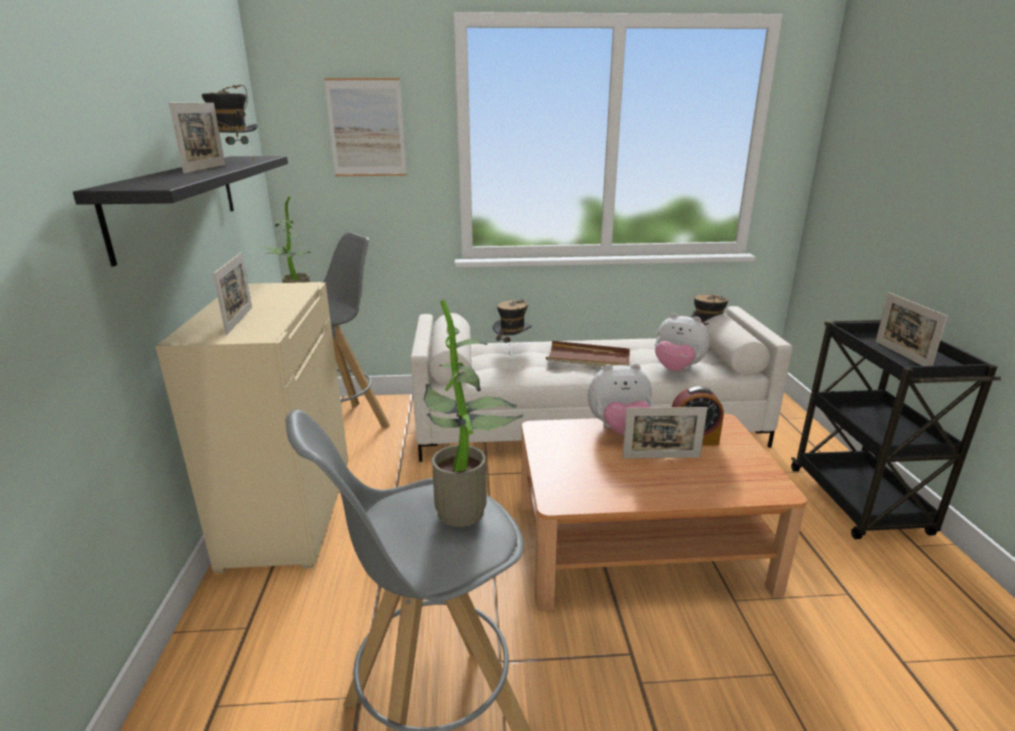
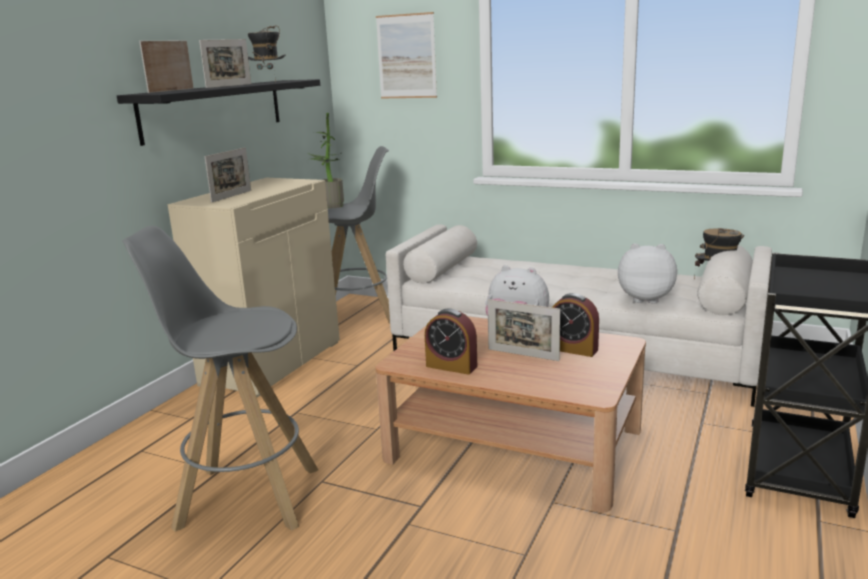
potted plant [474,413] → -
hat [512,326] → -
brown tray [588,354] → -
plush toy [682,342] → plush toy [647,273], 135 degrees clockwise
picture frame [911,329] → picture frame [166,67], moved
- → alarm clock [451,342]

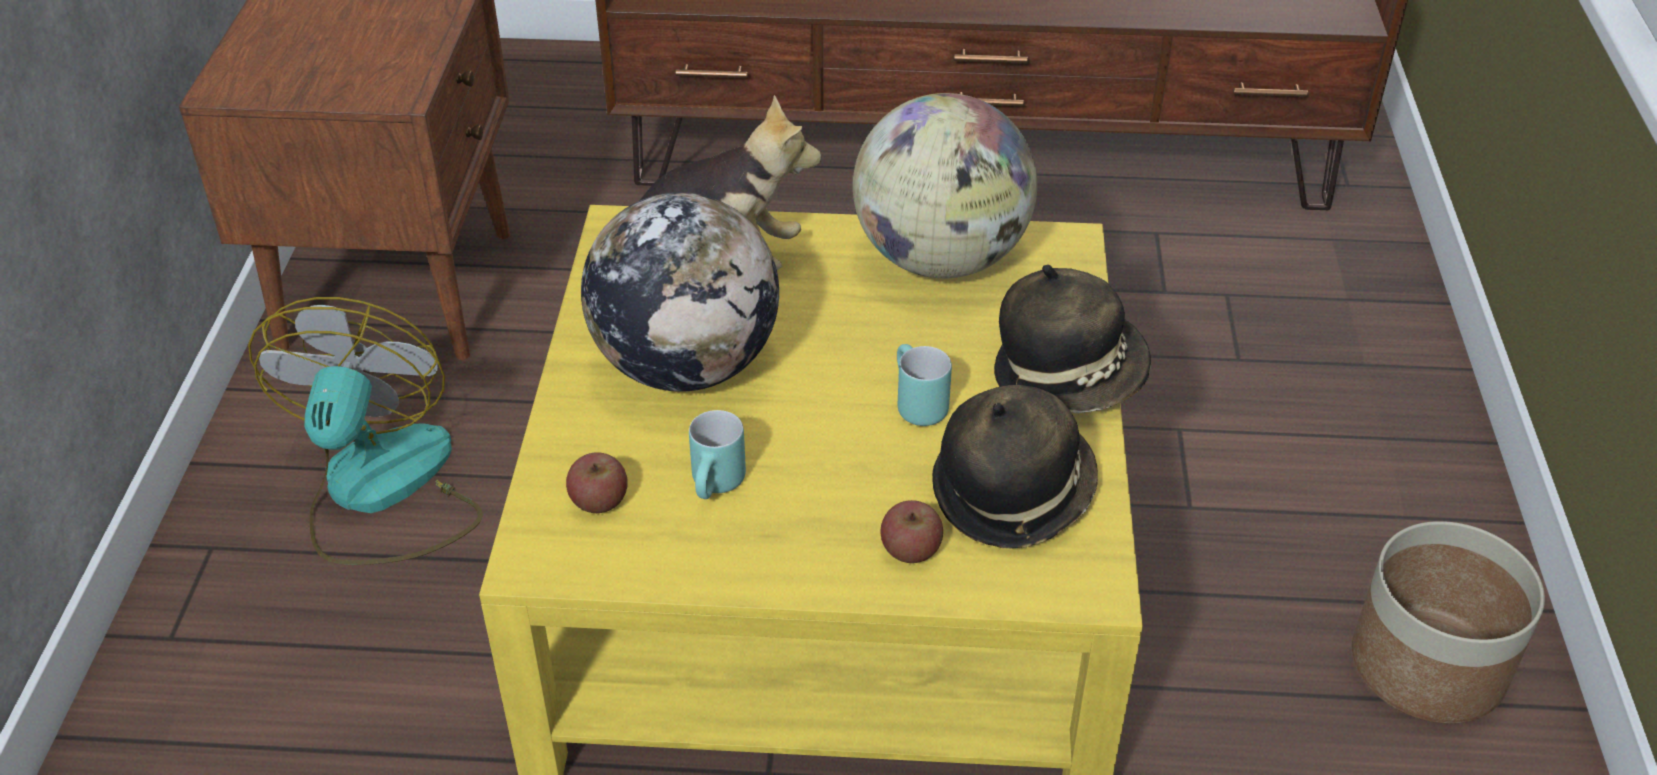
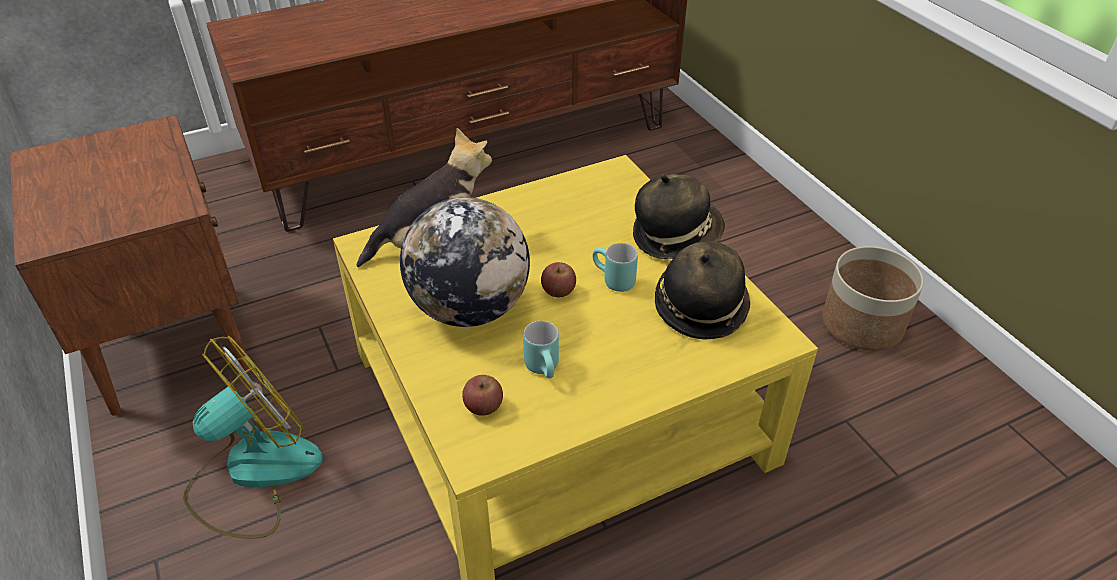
fan [365,431] → fan [253,437], 75 degrees clockwise
globe [945,186] → -
apple [911,531] → apple [558,279], moved

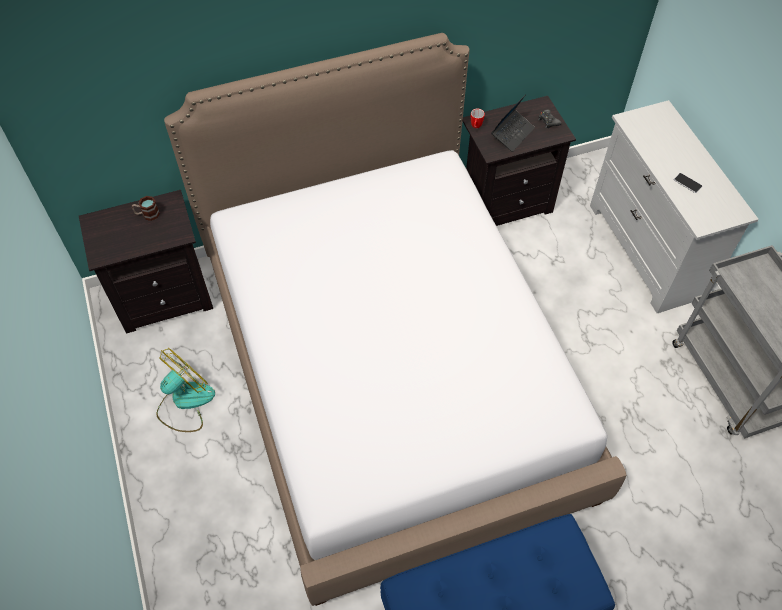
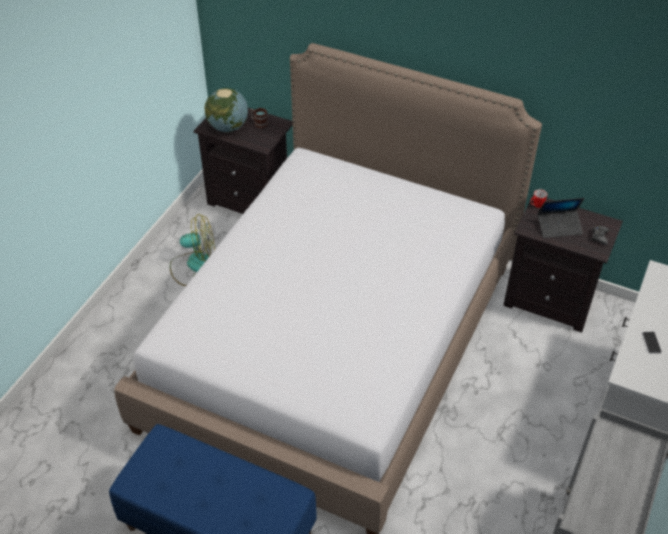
- → globe [226,110]

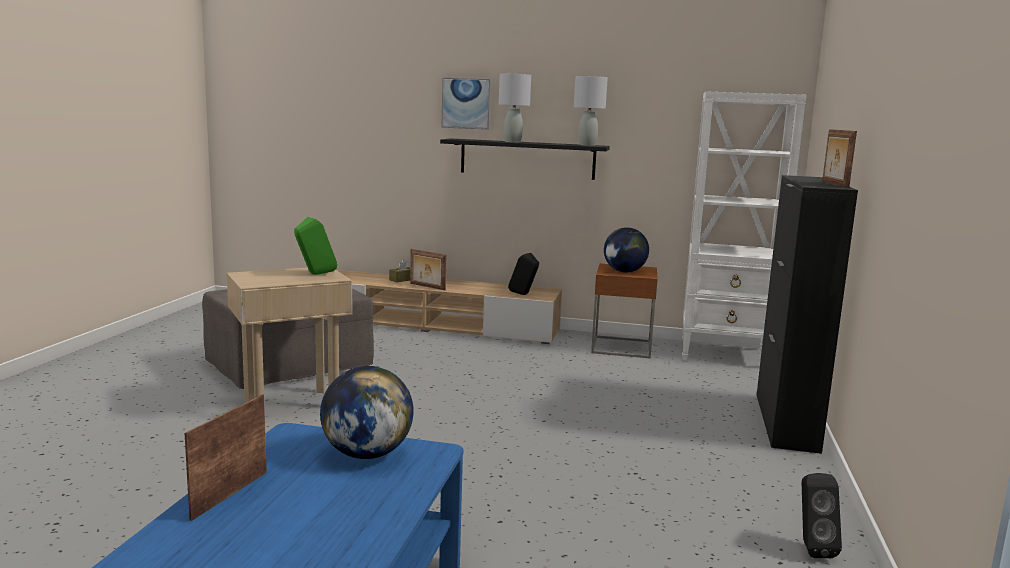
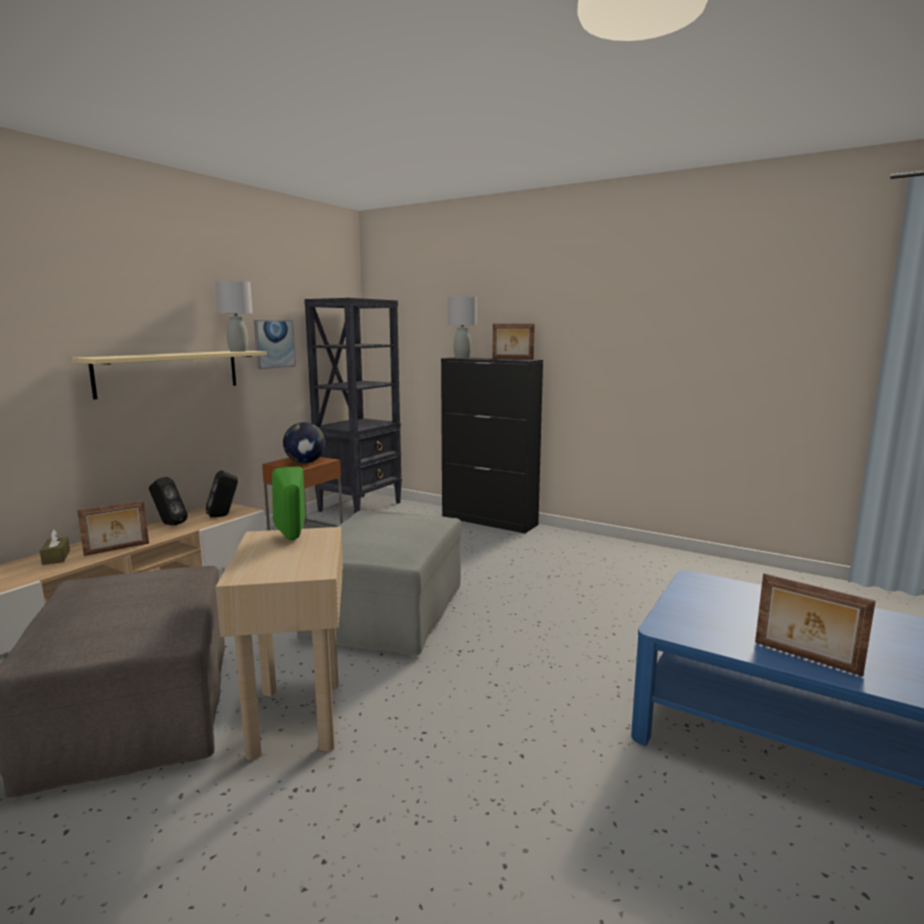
globe [367,412] → -
black shelf [525,159] → beige shelf [169,375]
picture [466,104] → picture [275,344], moved
grey table lamp [515,108] → grey table lamp [462,327], moved
white bookcase [744,226] → black bookcase [353,406]
black speaker [822,515] → black speaker [168,501], moved
- → grey ottoman [379,582]

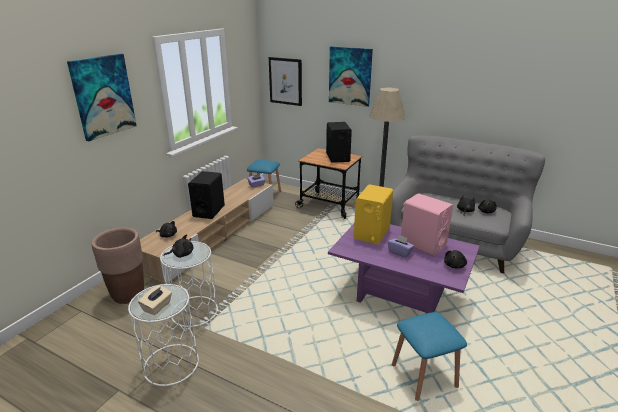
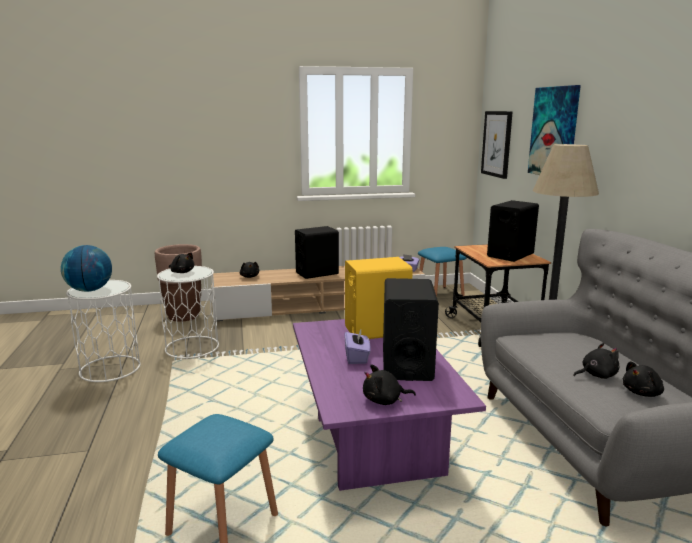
picture [102,97] → -
beige tissue box [155,300] → globe [86,268]
pink speaker [427,224] → black speaker [411,329]

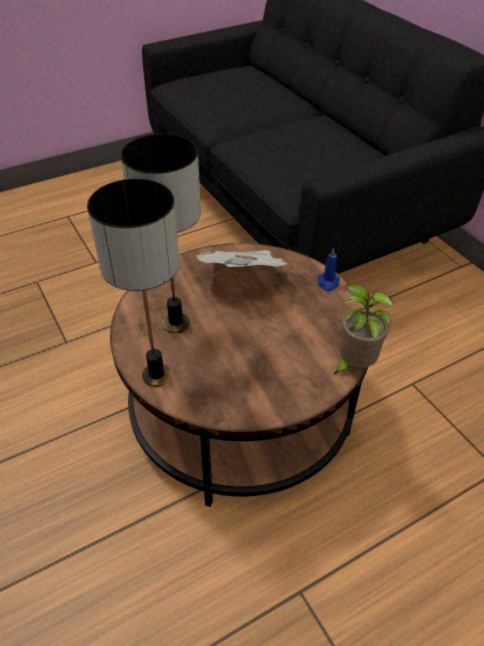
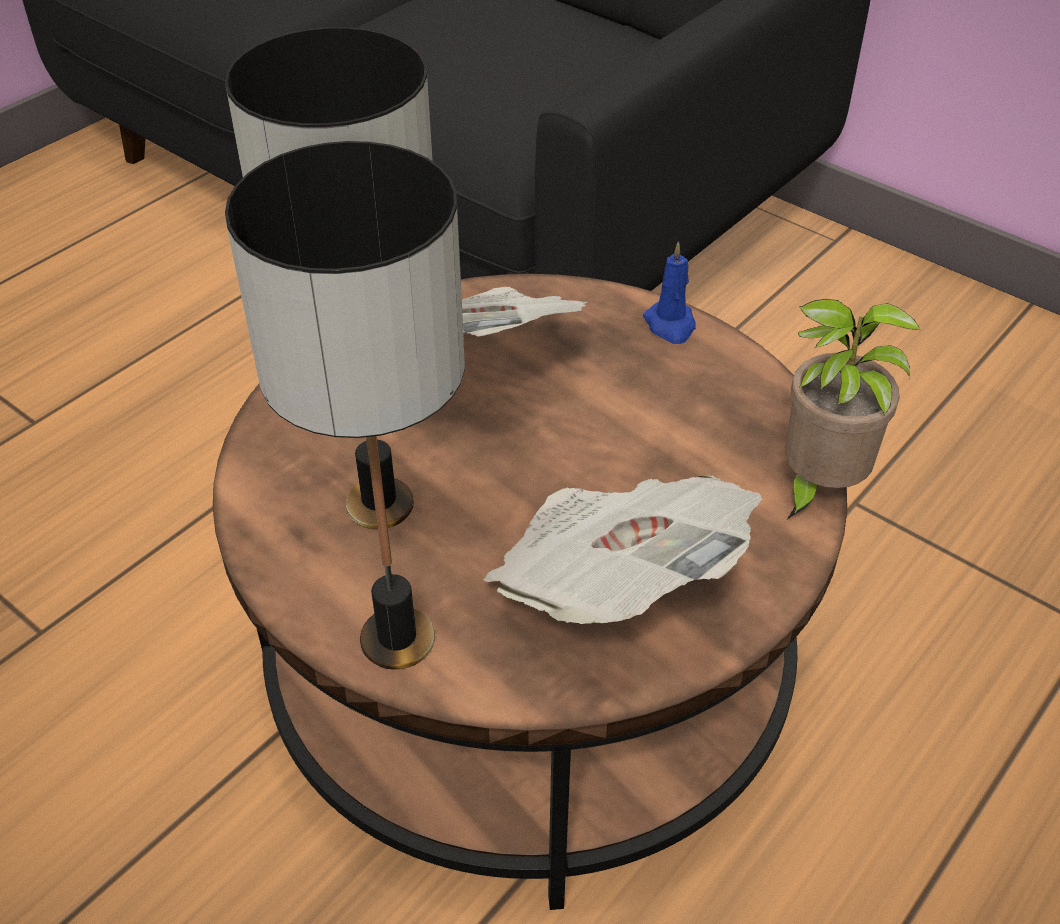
- → newspaper [622,550]

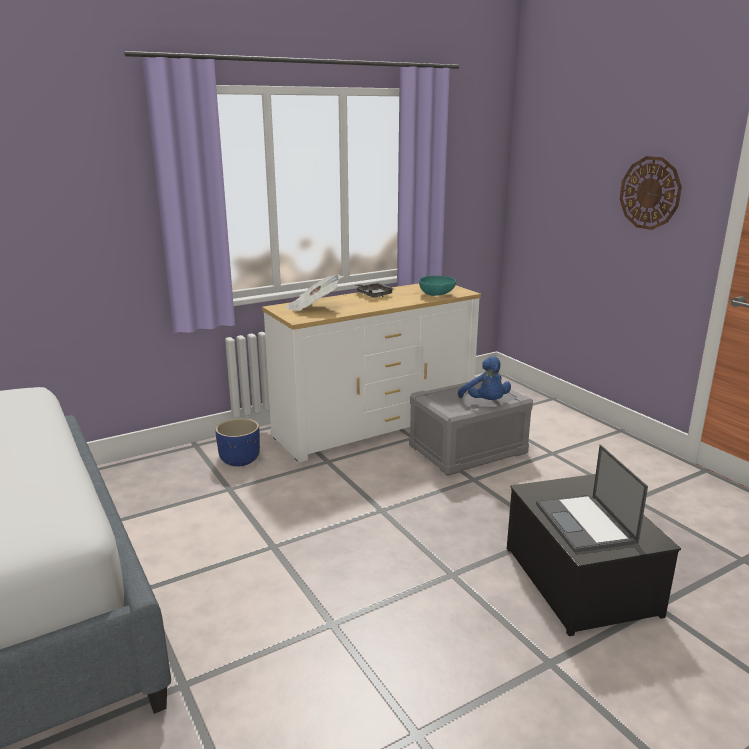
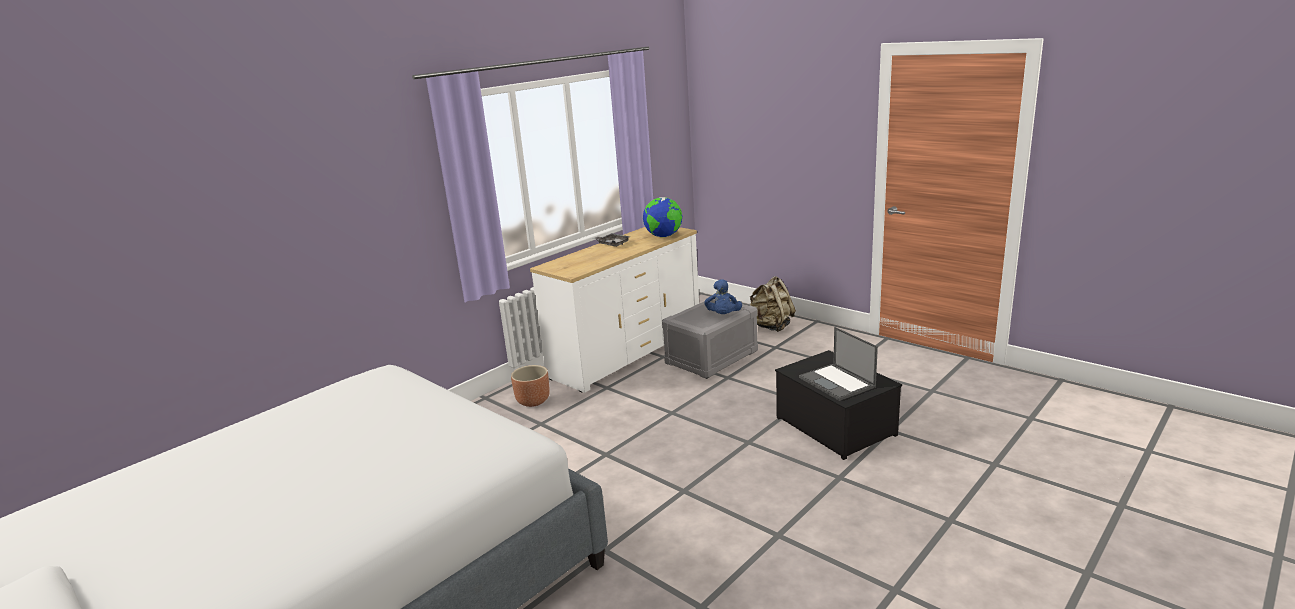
blue planter [237,442] → brown planter [530,386]
newspaper [313,293] → -
turquoise bowl [437,286] → globe [662,217]
blue plush toy [484,378] → blue plush toy [723,296], 45 degrees clockwise
wall clock [651,193] → -
- → beige backpack [773,304]

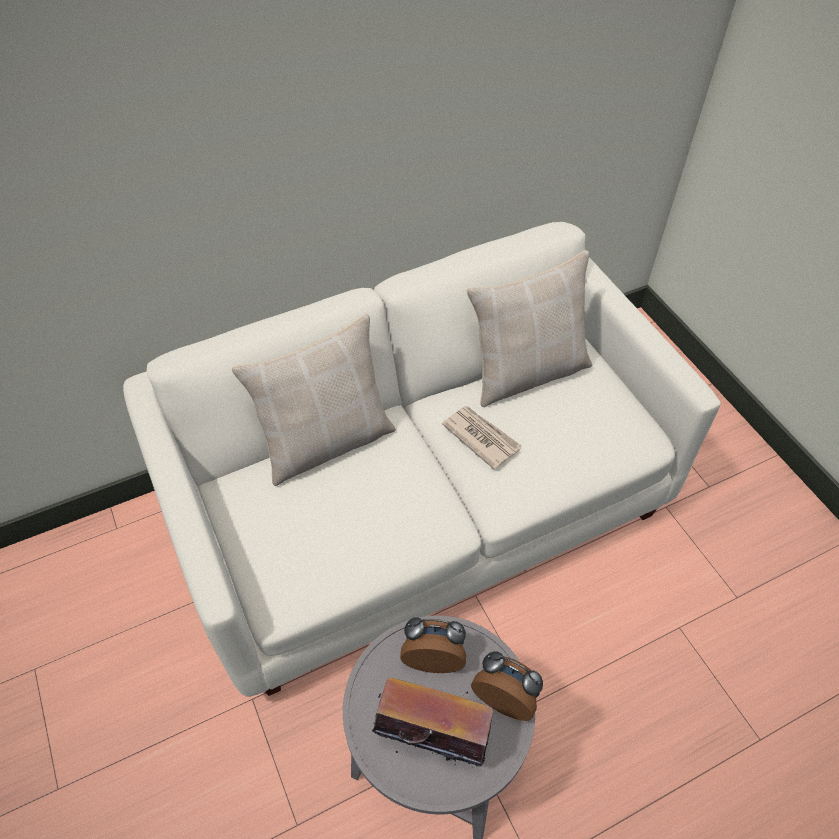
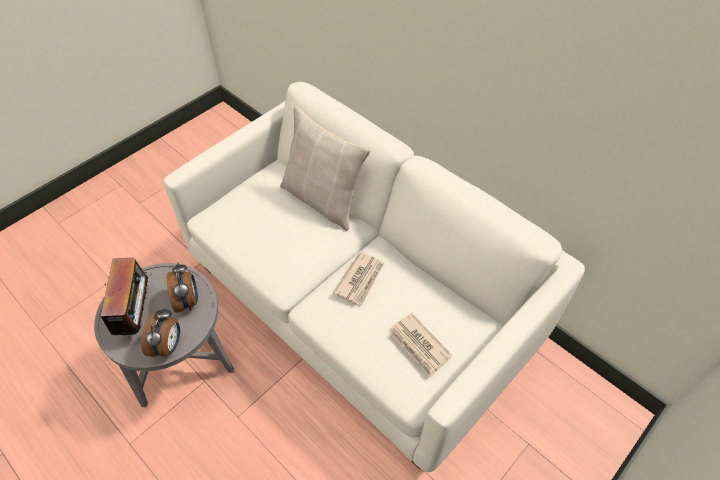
beige pillow [529,328] → -
- → newspaper [420,345]

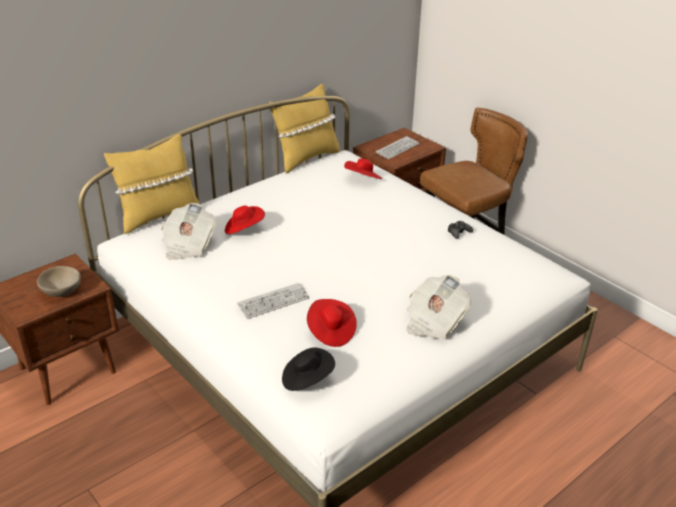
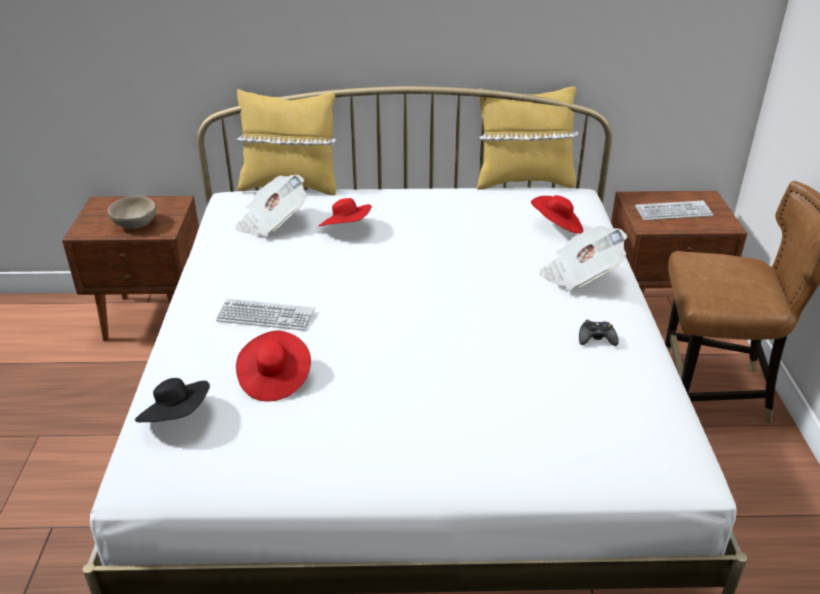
newspaper [438,307] → newspaper [583,258], moved

